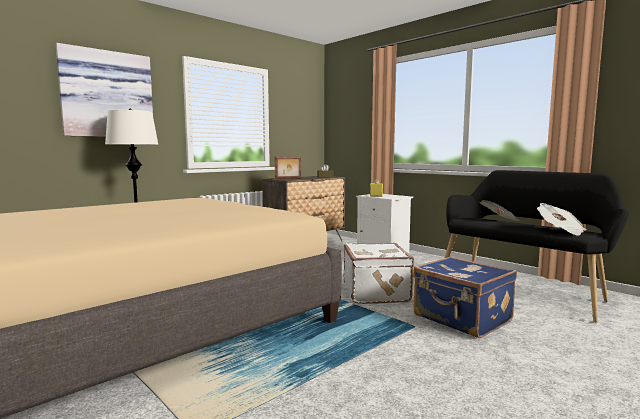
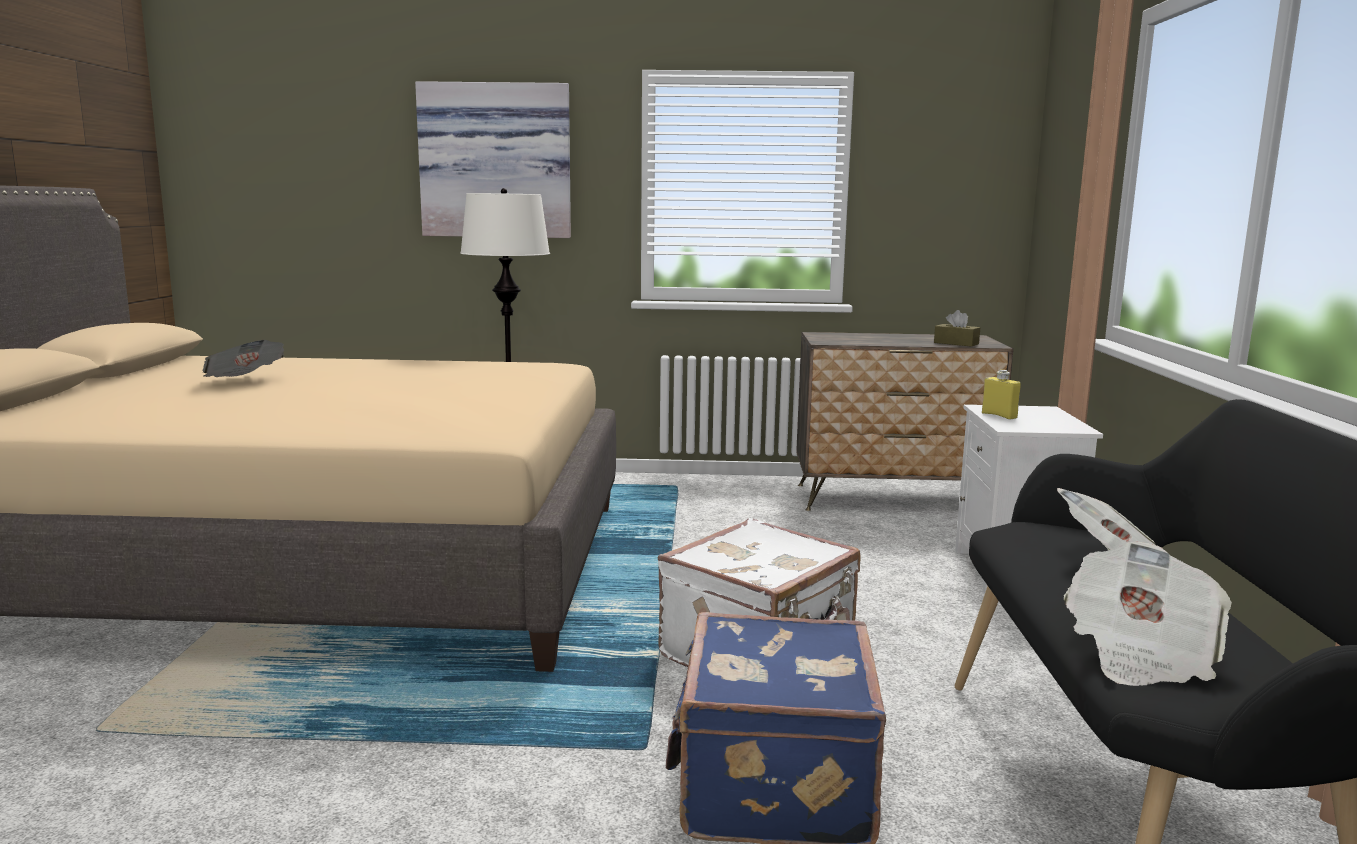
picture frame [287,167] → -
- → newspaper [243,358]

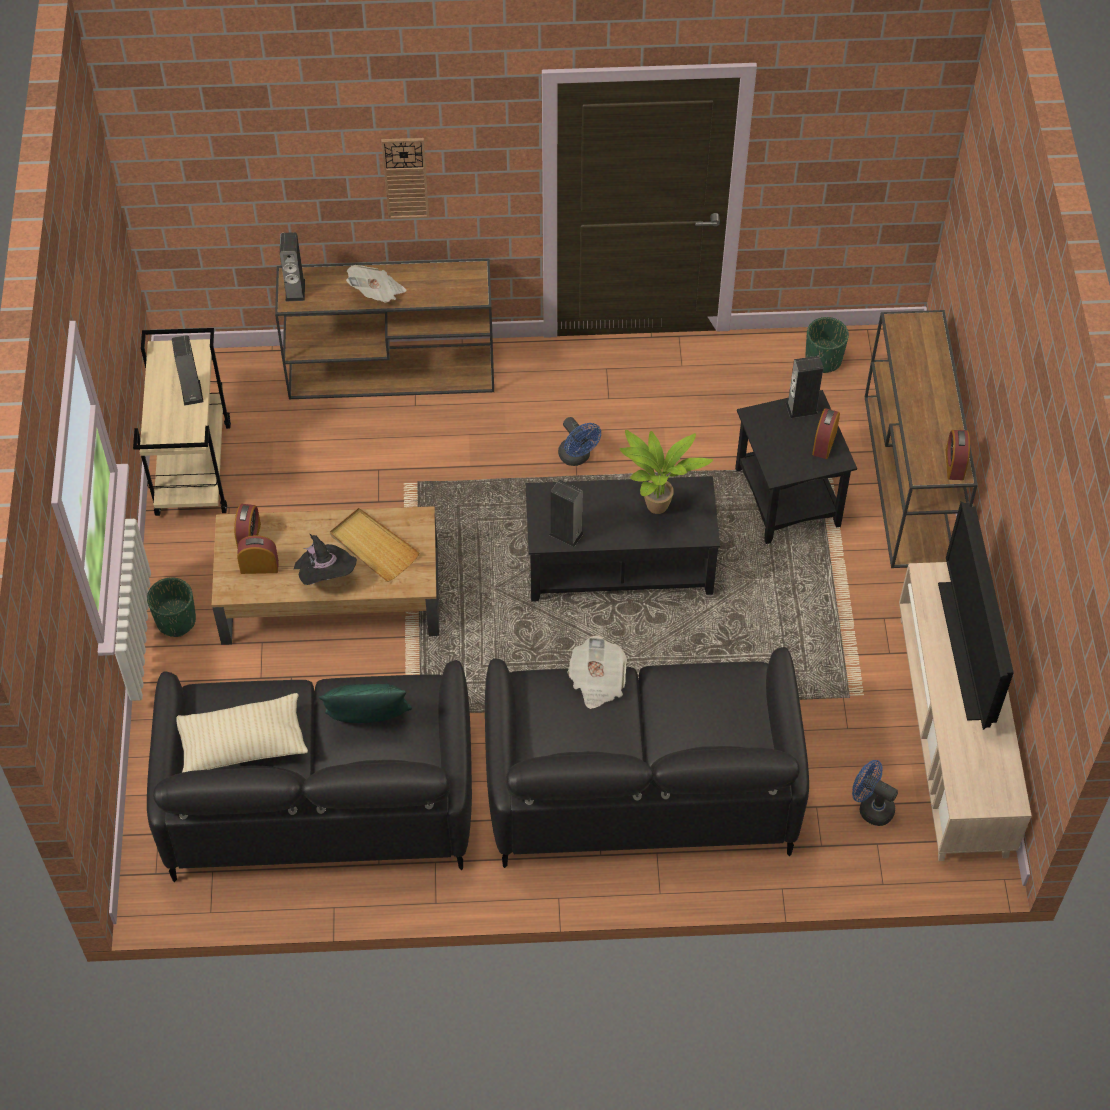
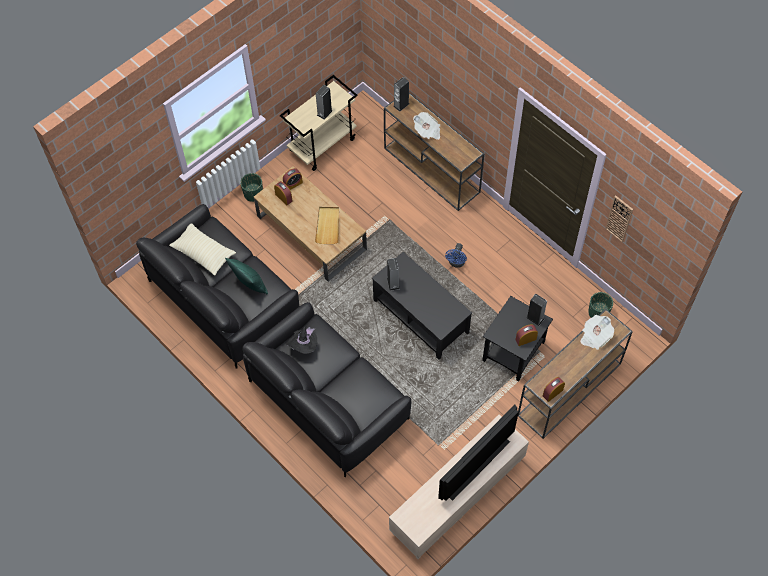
black hat [325,559] → black hat [301,339], moved
wall clock [405,178] → wall clock [619,218], moved
newspaper [597,672] → newspaper [597,332], moved
potted plant [666,472] → -
blue fan [875,793] → -

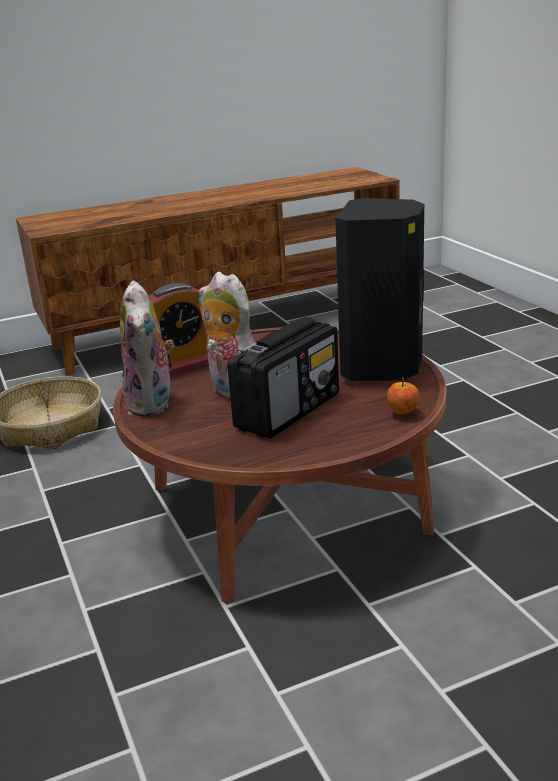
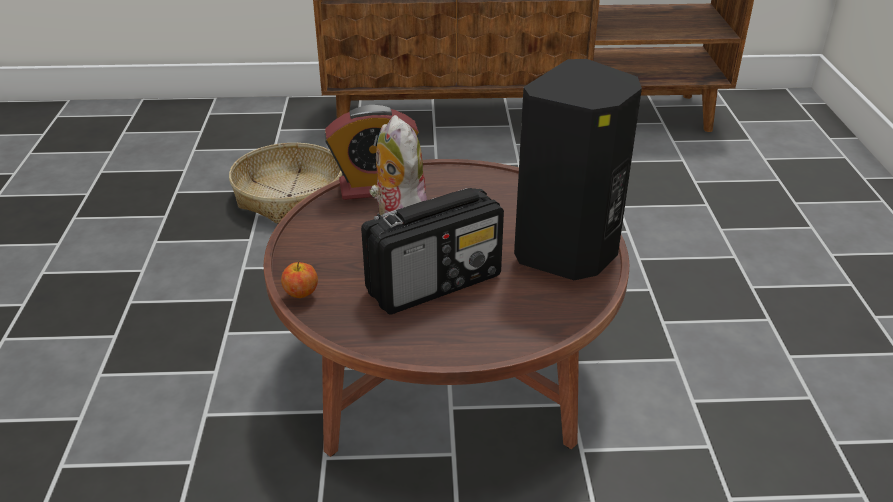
plush toy [147,348] → -
apple [403,396] → apple [299,279], moved

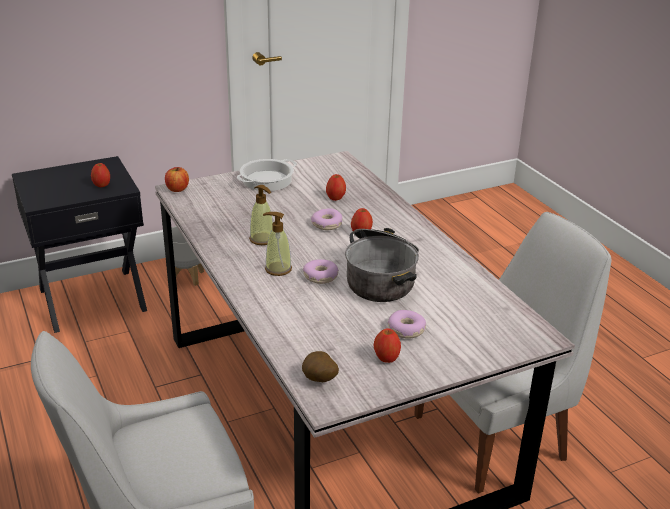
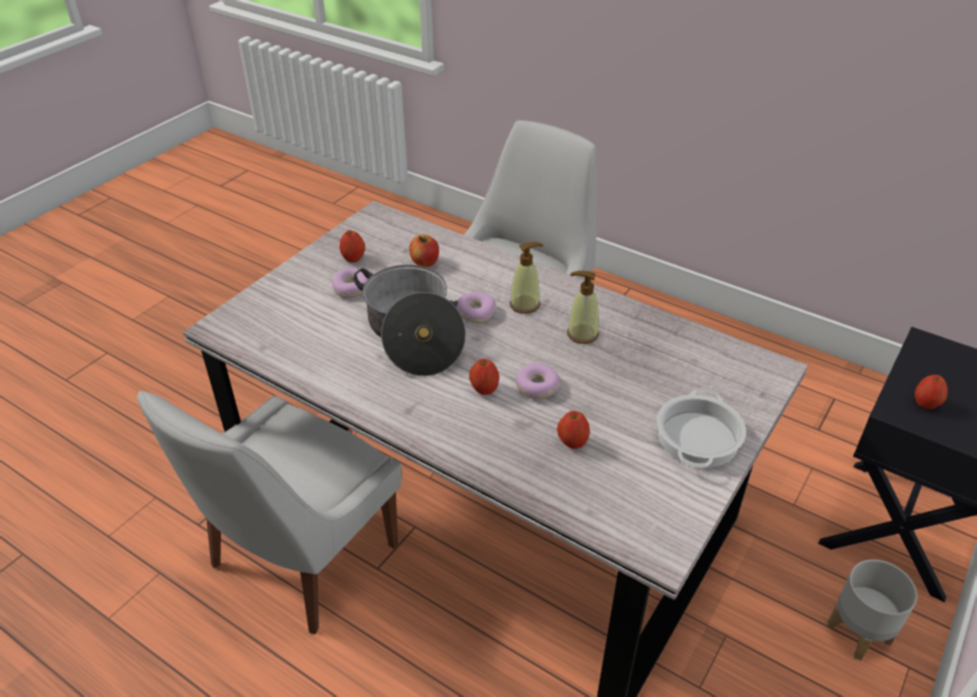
apple [177,179] → apple [424,251], moved
potato [320,366] → -

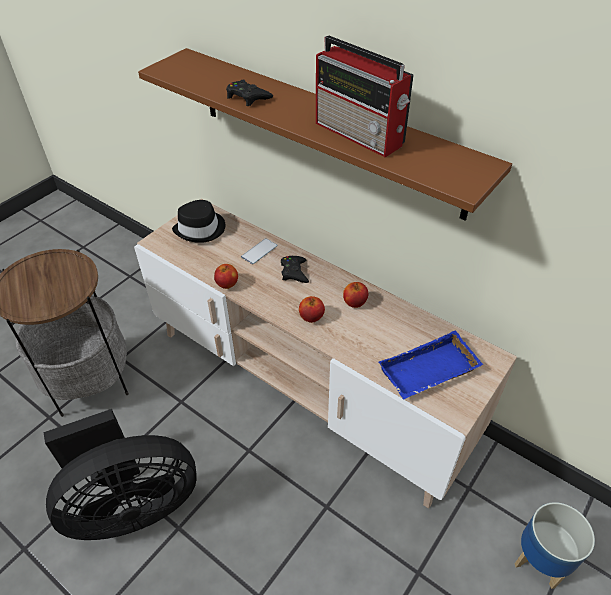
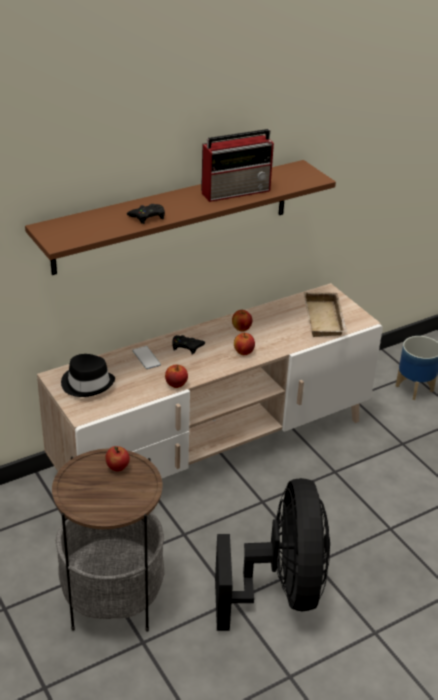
blue tray [431,365] → beige tray [325,314]
- → apple [118,459]

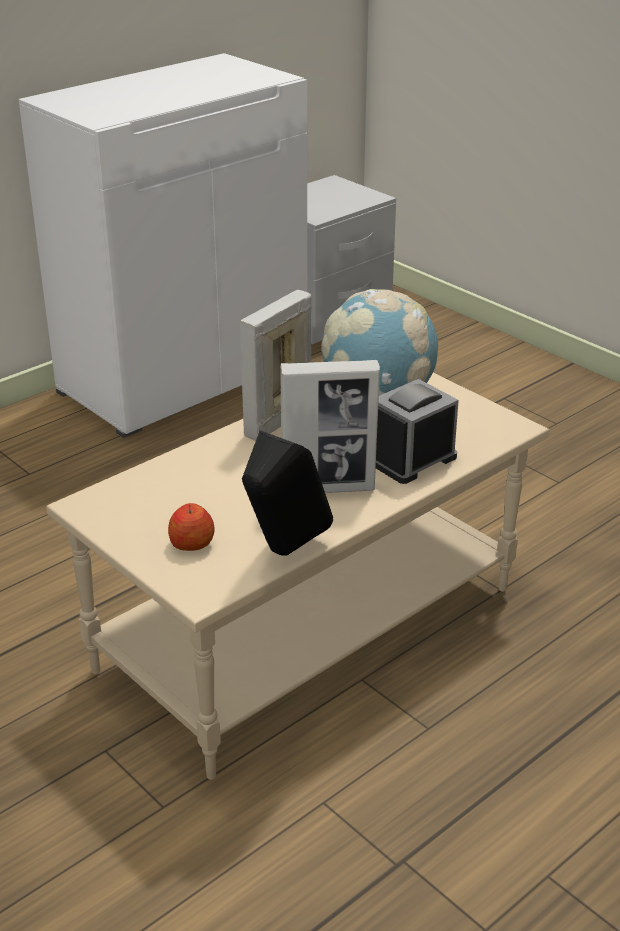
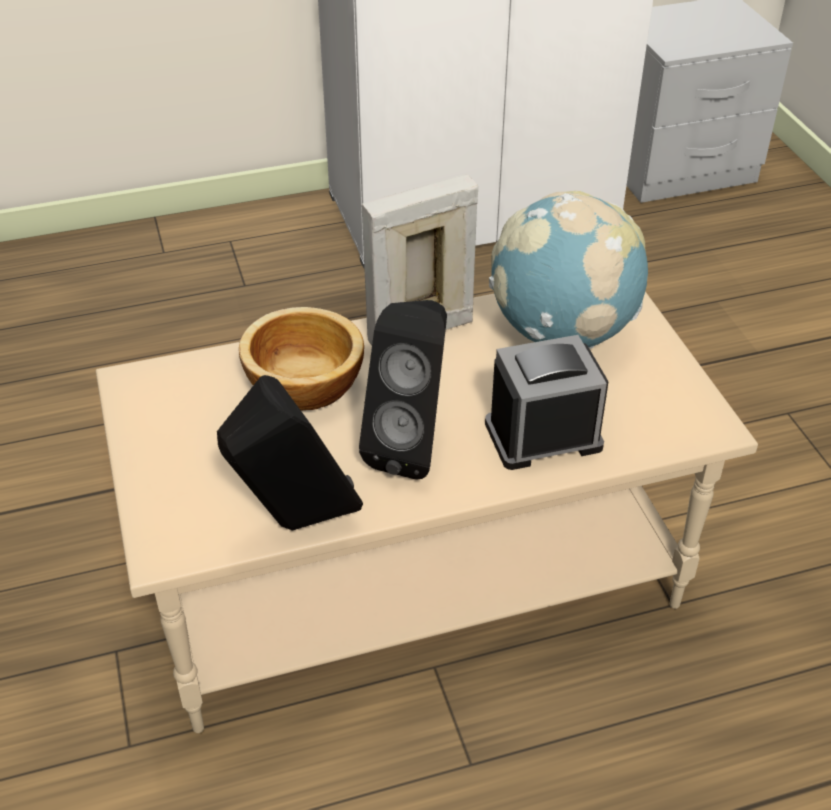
apple [191,527] → -
picture frame [330,426] → black speaker [403,389]
- → bowl [301,358]

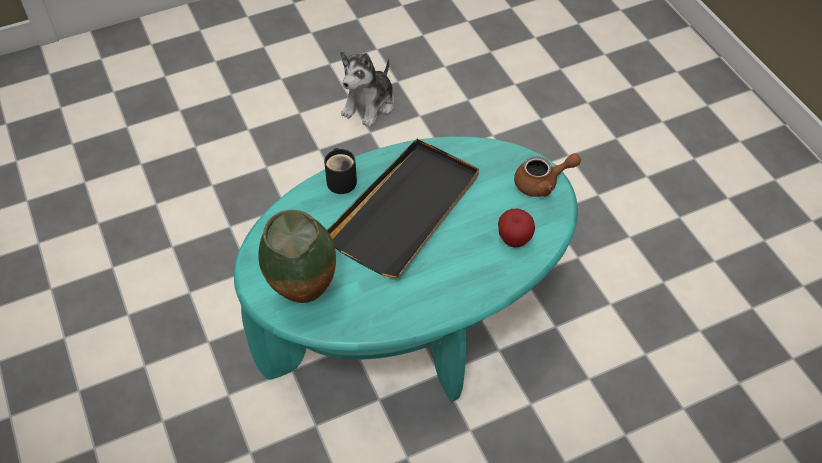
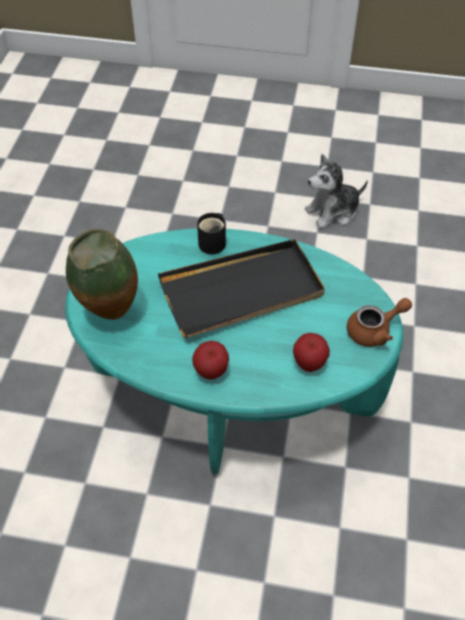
brown teapot [547,175] → brown teapot [379,322], 45 degrees counterclockwise
- → apple [210,360]

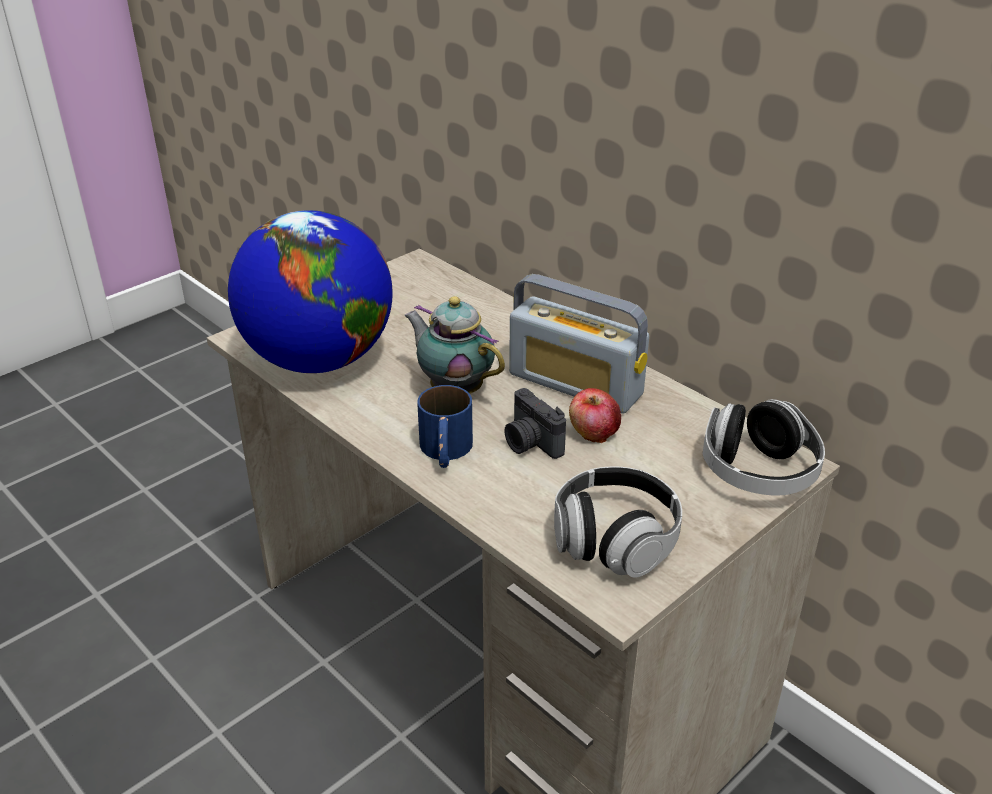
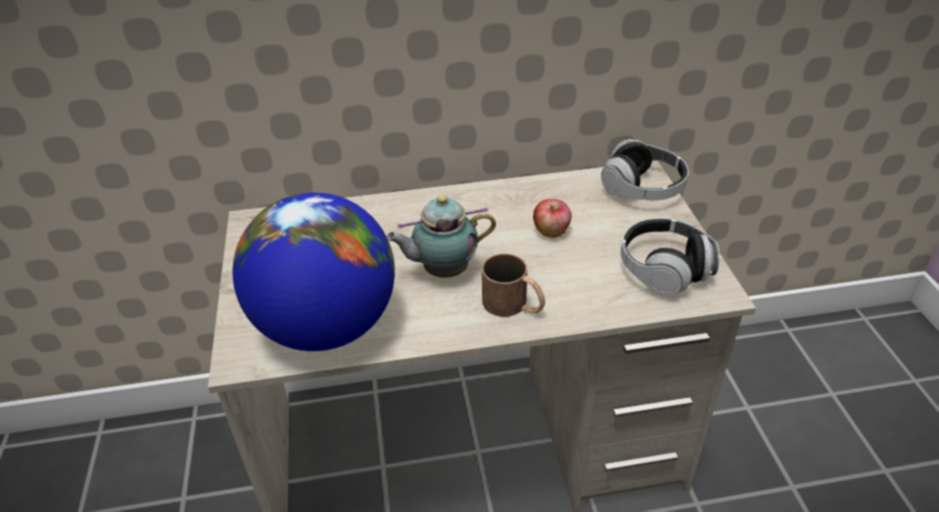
blue mug [445,426] → brown mug [513,285]
photo camera [535,423] → -
radio [579,344] → -

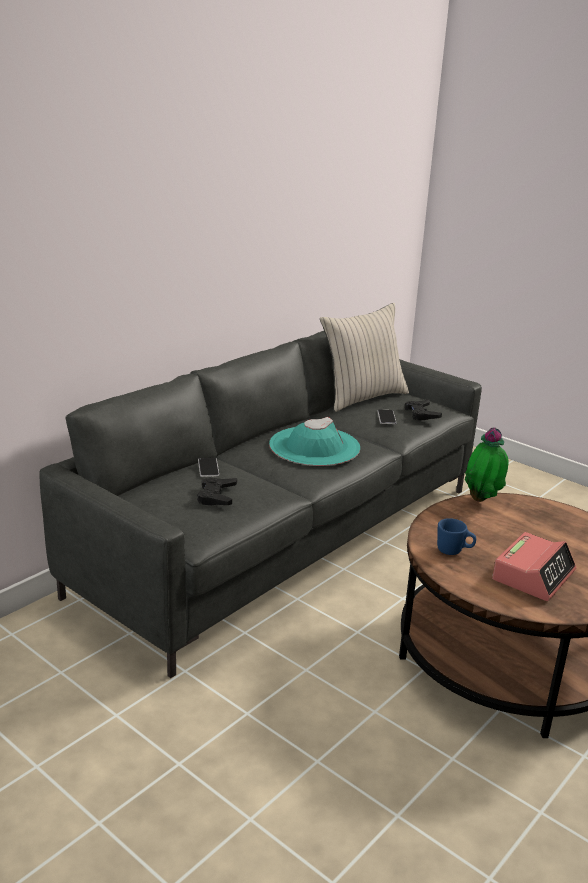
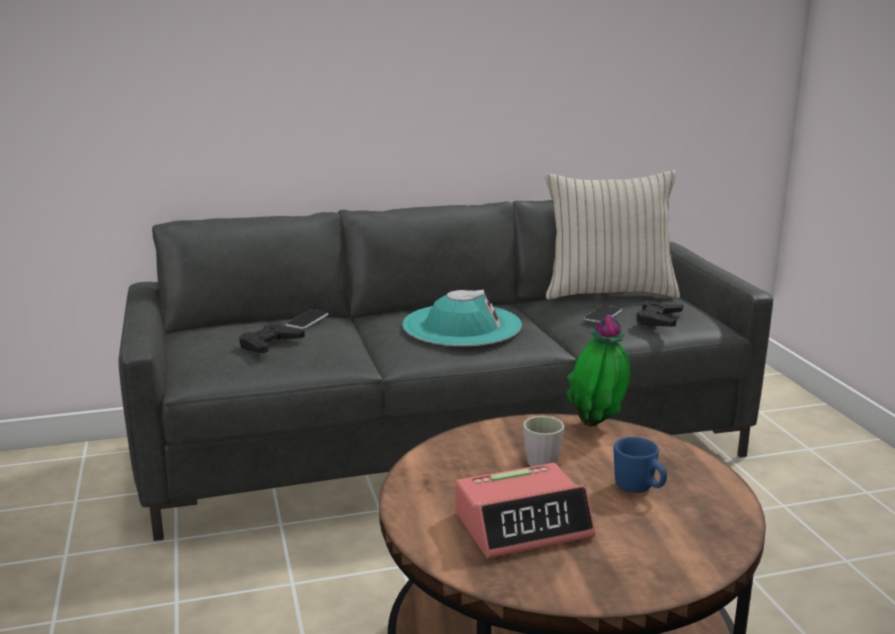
blue mug [456,536] → blue mug [640,465], moved
- → grey mug [543,441]

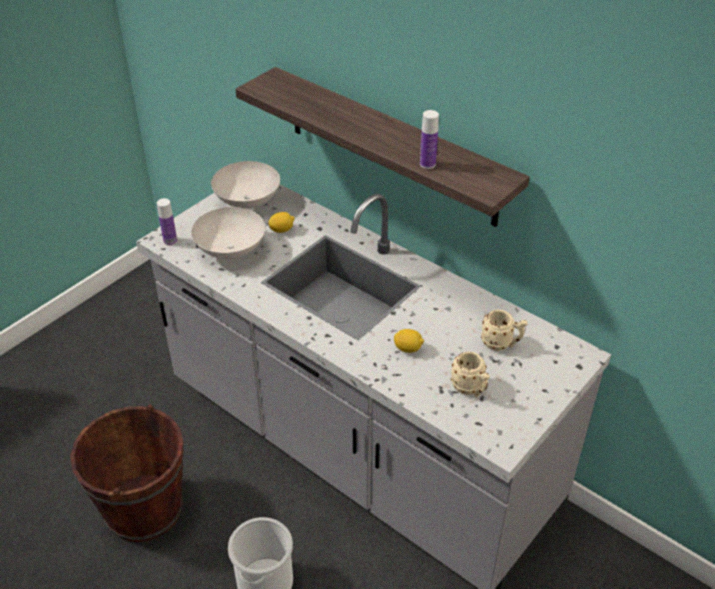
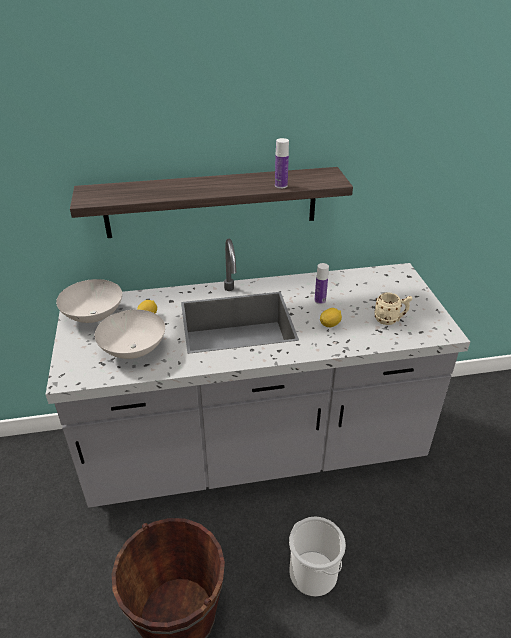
bottle [167,222] → bottle [321,283], moved
beige mug [504,330] → -

